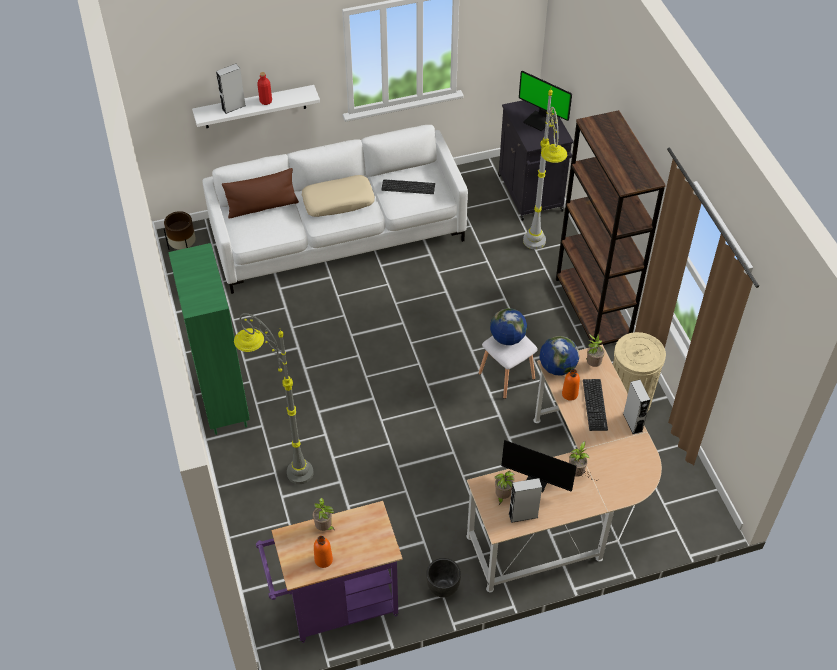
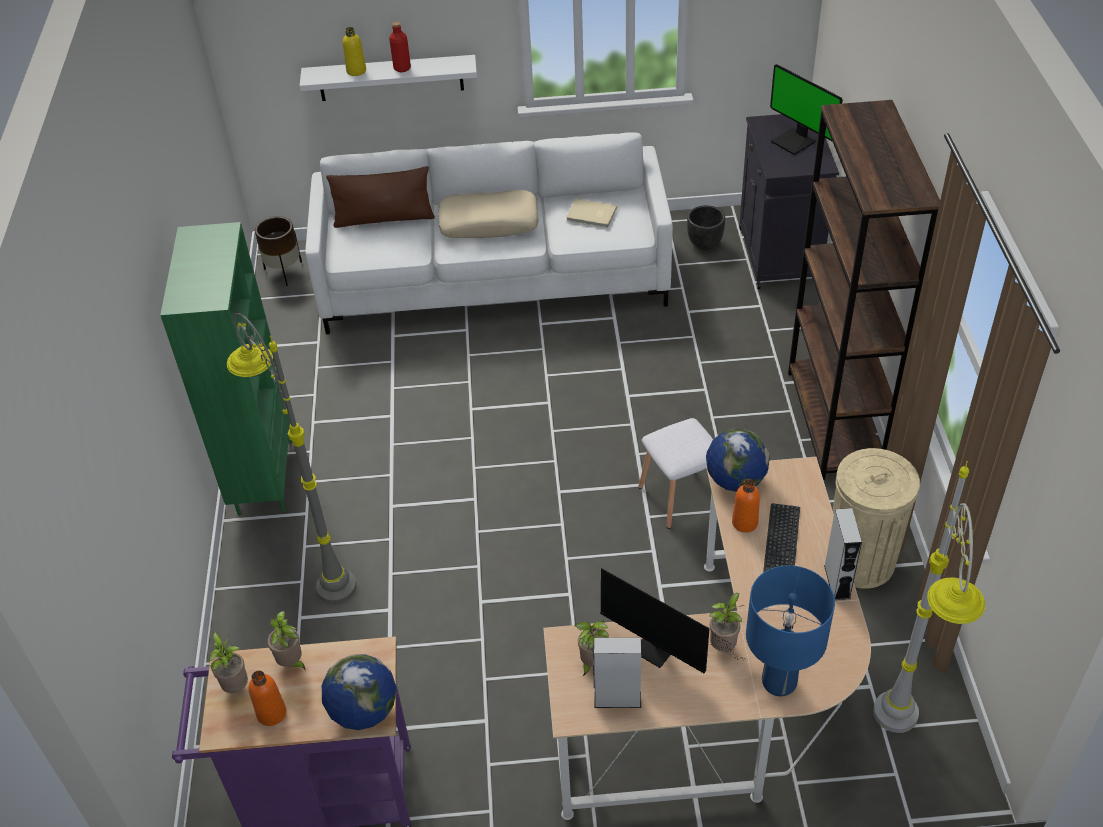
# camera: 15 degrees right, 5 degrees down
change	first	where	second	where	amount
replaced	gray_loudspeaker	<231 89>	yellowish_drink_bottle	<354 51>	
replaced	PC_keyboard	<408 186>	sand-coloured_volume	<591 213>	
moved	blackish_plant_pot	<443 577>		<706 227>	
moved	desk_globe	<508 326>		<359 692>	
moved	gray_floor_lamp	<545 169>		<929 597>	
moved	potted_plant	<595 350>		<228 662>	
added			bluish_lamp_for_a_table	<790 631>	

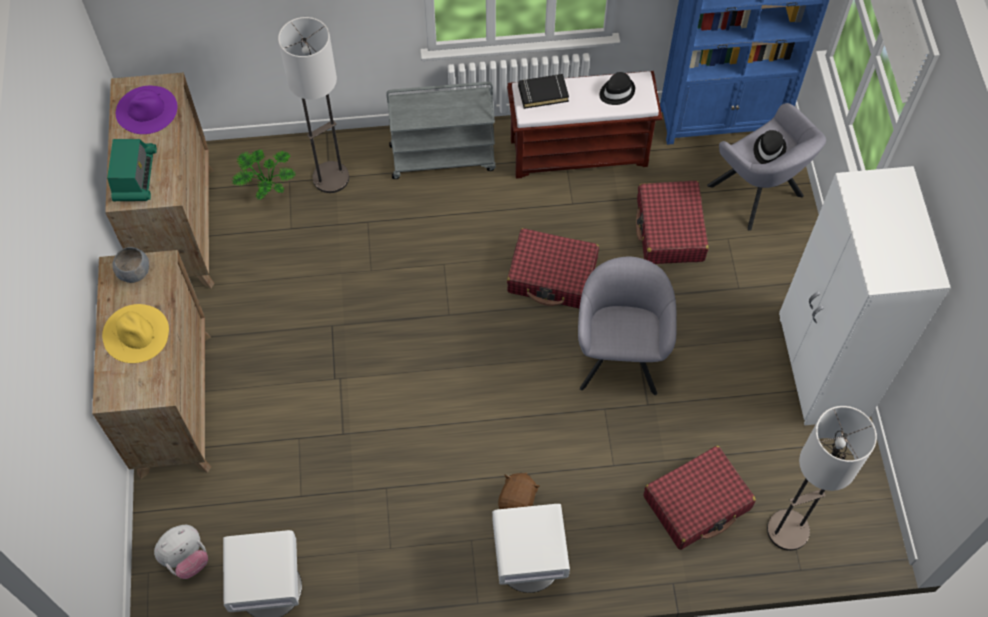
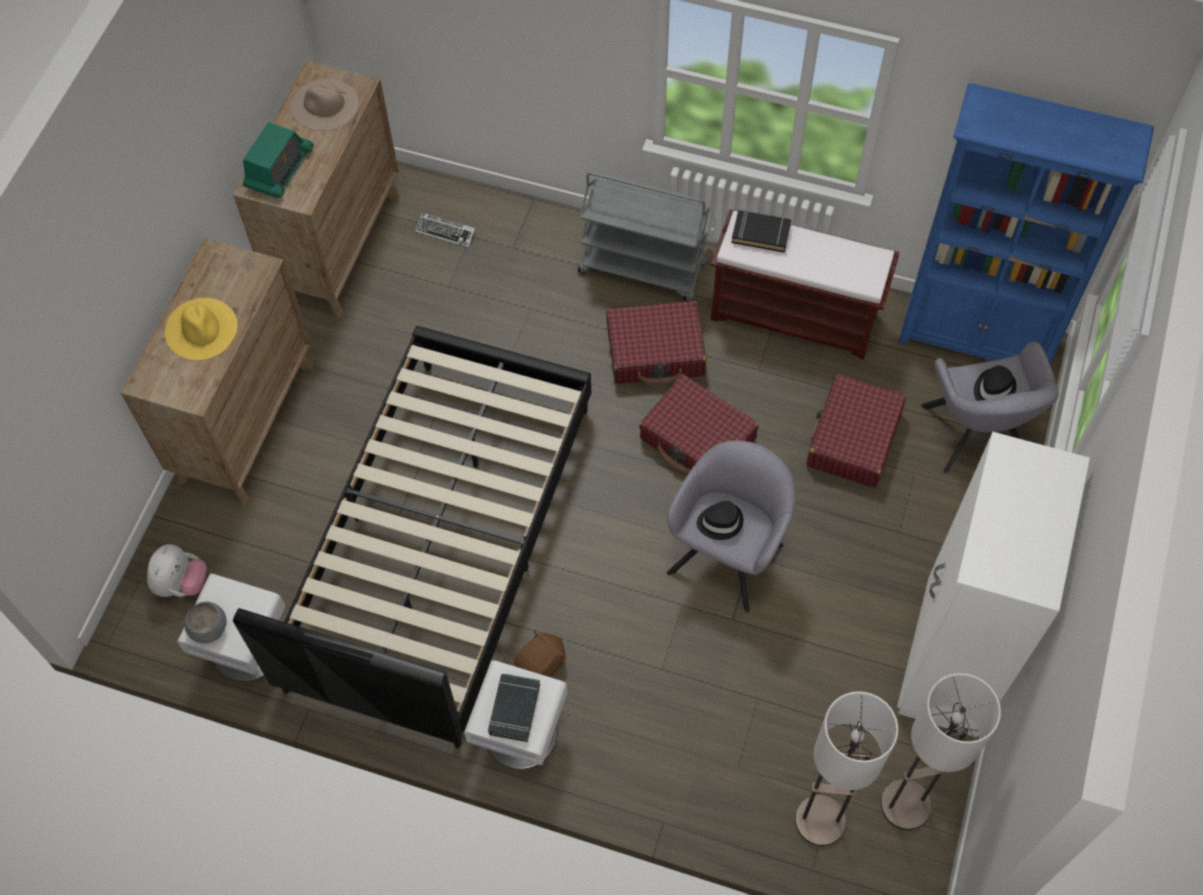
# camera: 25 degrees right, 0 degrees up
change	first	where	second	where	amount
moved	gray_deep_dish	<130 265>		<205 622>	
recoloured	purple-coloured_hat	<146 110>	sand-coloured_hat	<324 105>	
turned	cuddly_toy	<181 552>		<177 570>	60 degrees counterclockwise
replaced	potted_plant	<263 175>	PC_keyboard	<445 230>	
moved	floor_lamp	<313 105>		<941 751>	
moved	blackish_hat	<617 88>		<720 520>	
moved	red_suitcase	<700 498>		<656 343>	
added			blackish_bed	<412 537>	
added			blackish_volume	<514 708>	

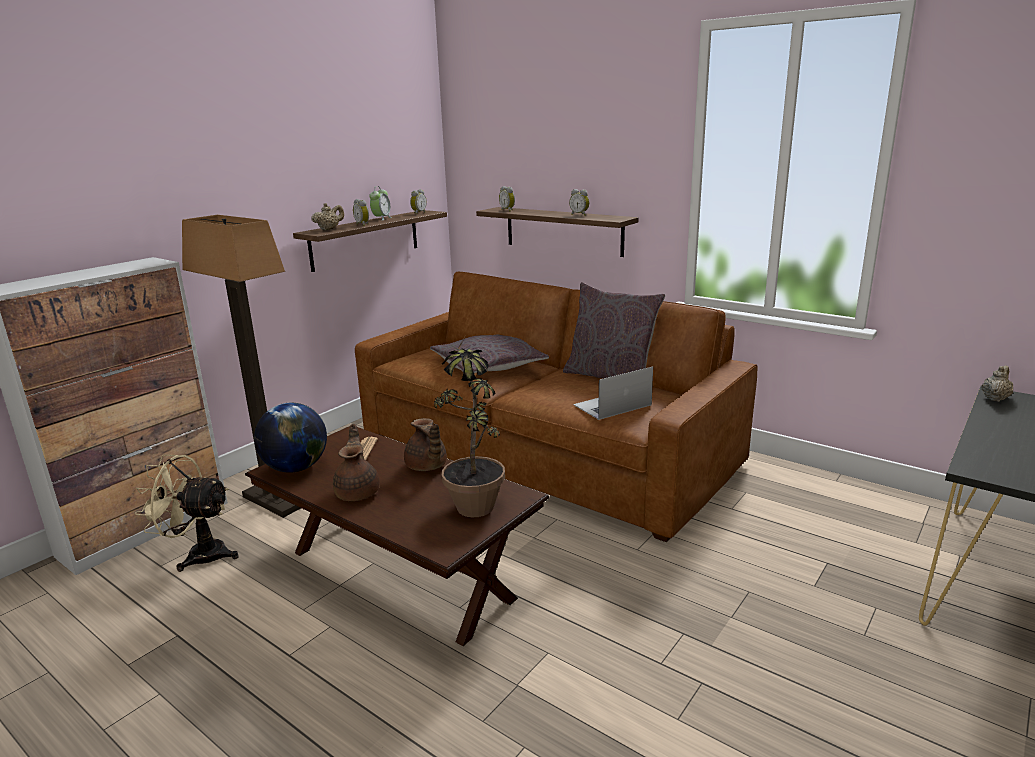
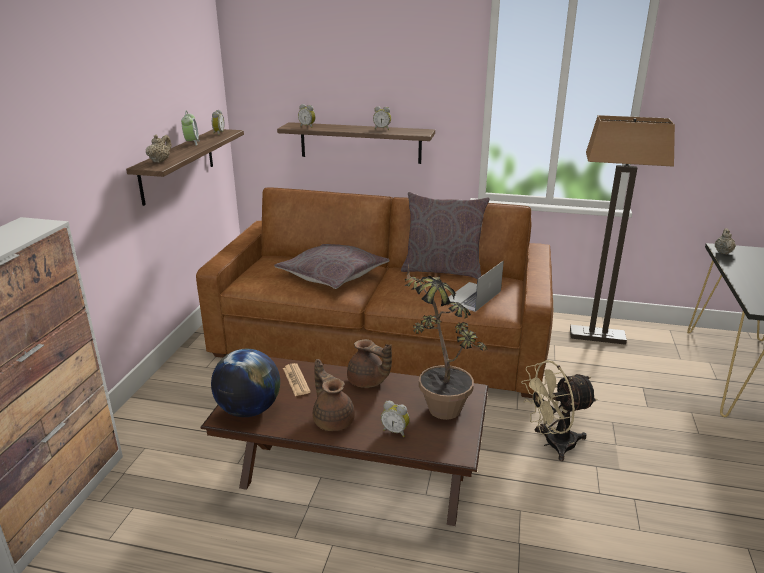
# camera: 25 degrees left, 5 degrees up
change	first	where	second	where	amount
moved	sand-coloured_fan	<187 513>		<559 410>	
moved	floor_lamp	<241 366>		<622 230>	
moved	alarm_clock	<361 212>		<395 419>	

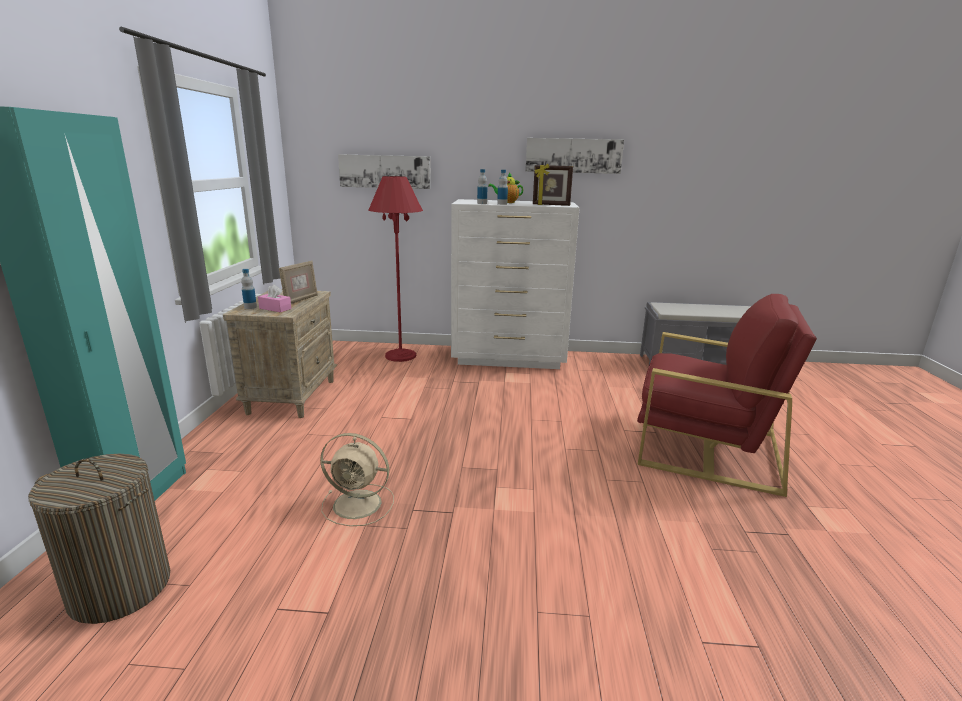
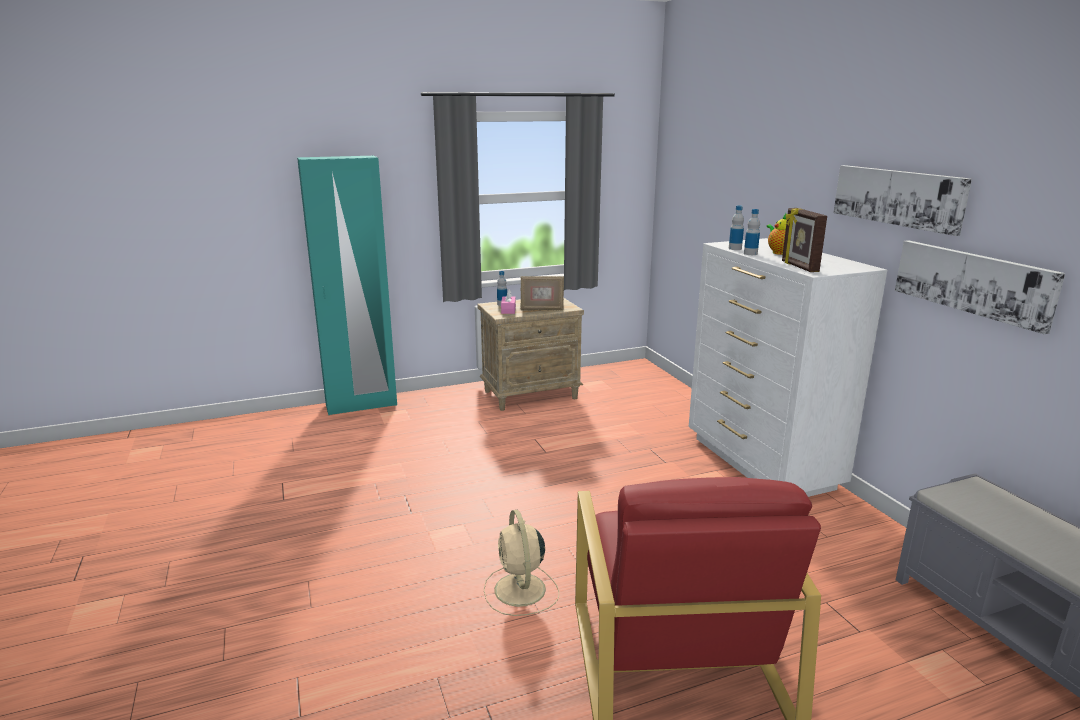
# camera: 65 degrees right, 0 degrees up
change	first	where	second	where	amount
removed	hamper	<99 539>			
moved	sand-coloured_fan	<357 479>		<521 563>	
moved	wall_picture	<384 171>		<980 287>	
removed	red_floor_lamp	<395 269>			

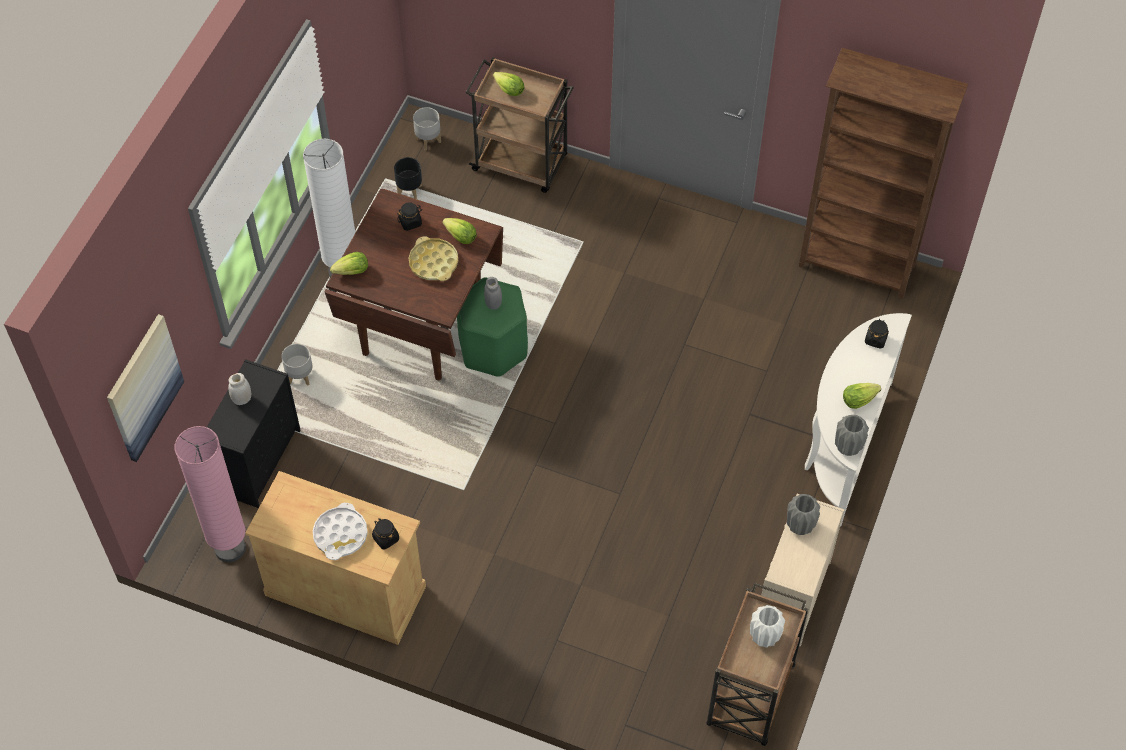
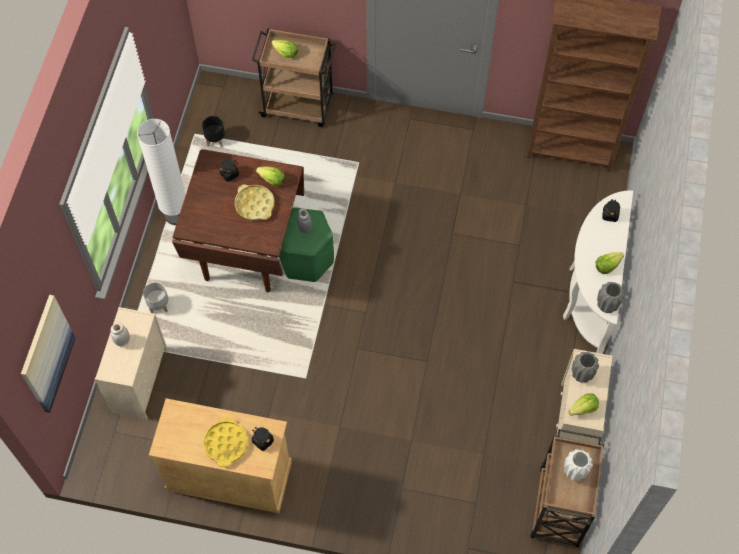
# camera: 10 degrees left, 5 degrees up
change	first	where	second	where	amount
removed	pink_floor_lamp	<210 494>			
recoloured	blackish_drawer_chest	<254 433>	sand-coloured_drawer_chest	<131 363>	
recoloured	whitish_carrying_tray	<340 531>	yellowish_carrying_tray	<225 442>	
moved	lettuce	<349 263>		<583 405>	
removed	gray_plant_pot	<427 129>			

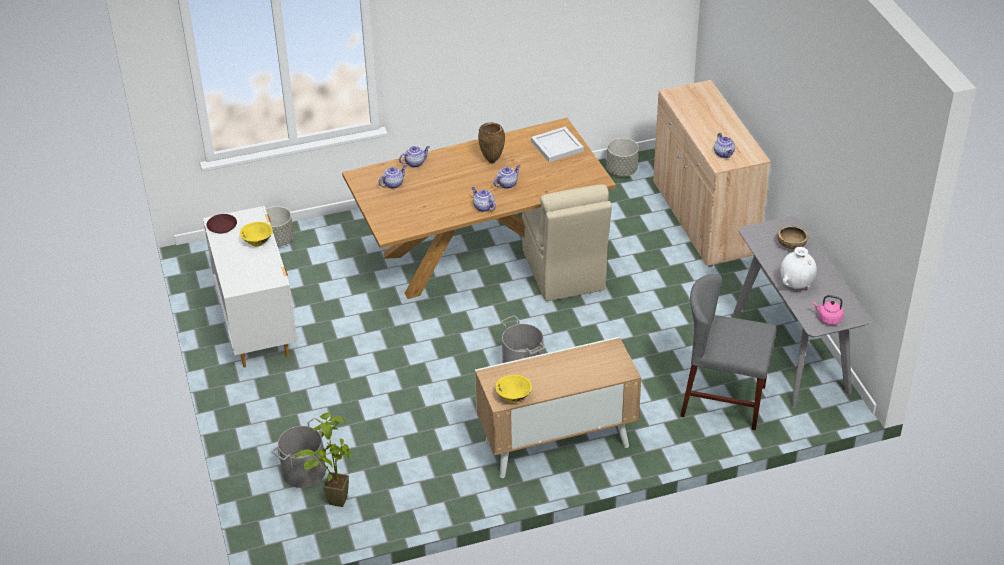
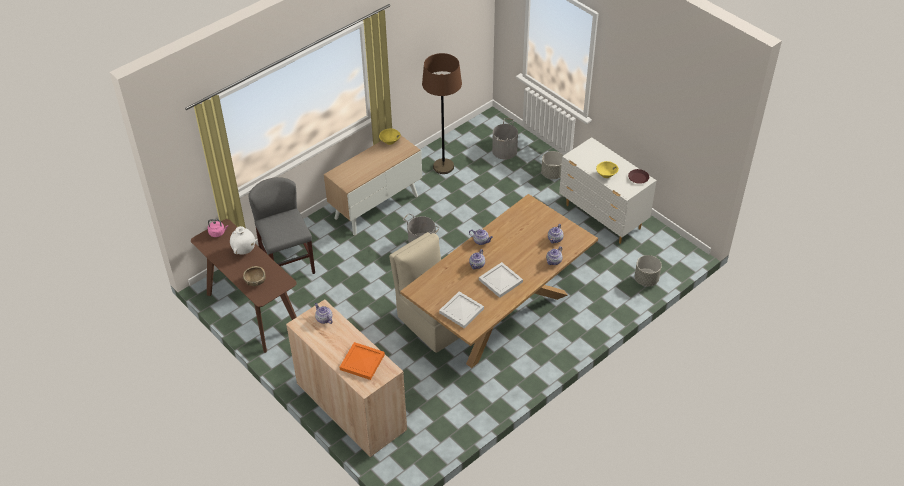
# camera: 155 degrees right, 5 degrees up
change	first	where	second	where	amount
removed	potted_plant	<323 459>			
replaced	brownish_flower_vase	<491 142>	whitish_carrying_tray	<501 280>	
moved	gray_plant_pot	<623 157>		<552 165>	
turned	gray_plain_chair	<728 352>		<281 225>	105 degrees counterclockwise
recoloured	gray_narrow_table	<801 312>	brownish_narrow_table	<244 286>	
added			orange-coloured_carrying_tray	<362 361>	
added			brownish_floor_lamp	<442 113>	

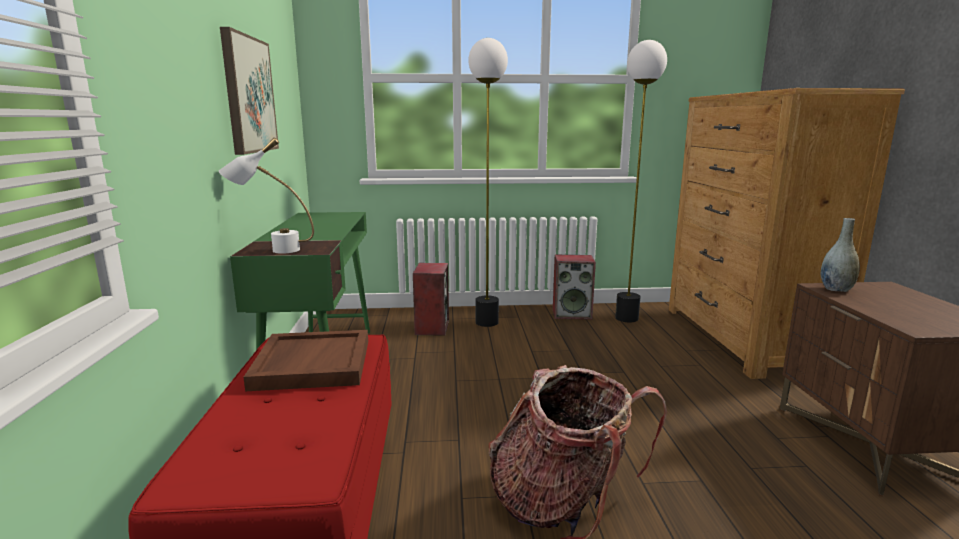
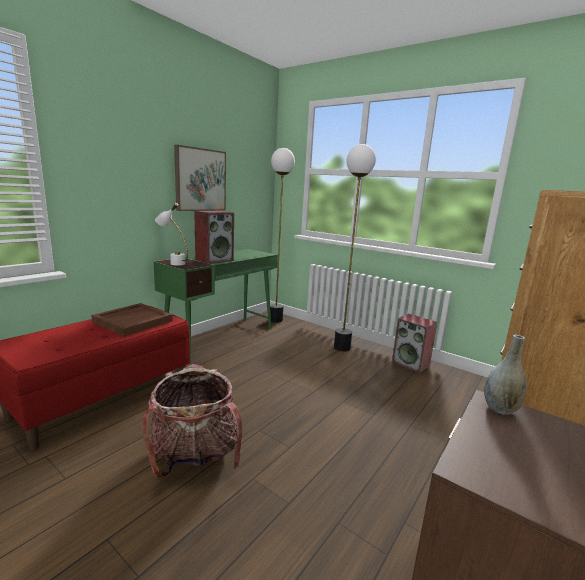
# camera: 40 degrees right, 0 degrees up
change	first	where	second	where	amount
moved	loudspeaker	<431 299>		<214 237>	
moved	floor_lamp	<641 181>		<282 235>	

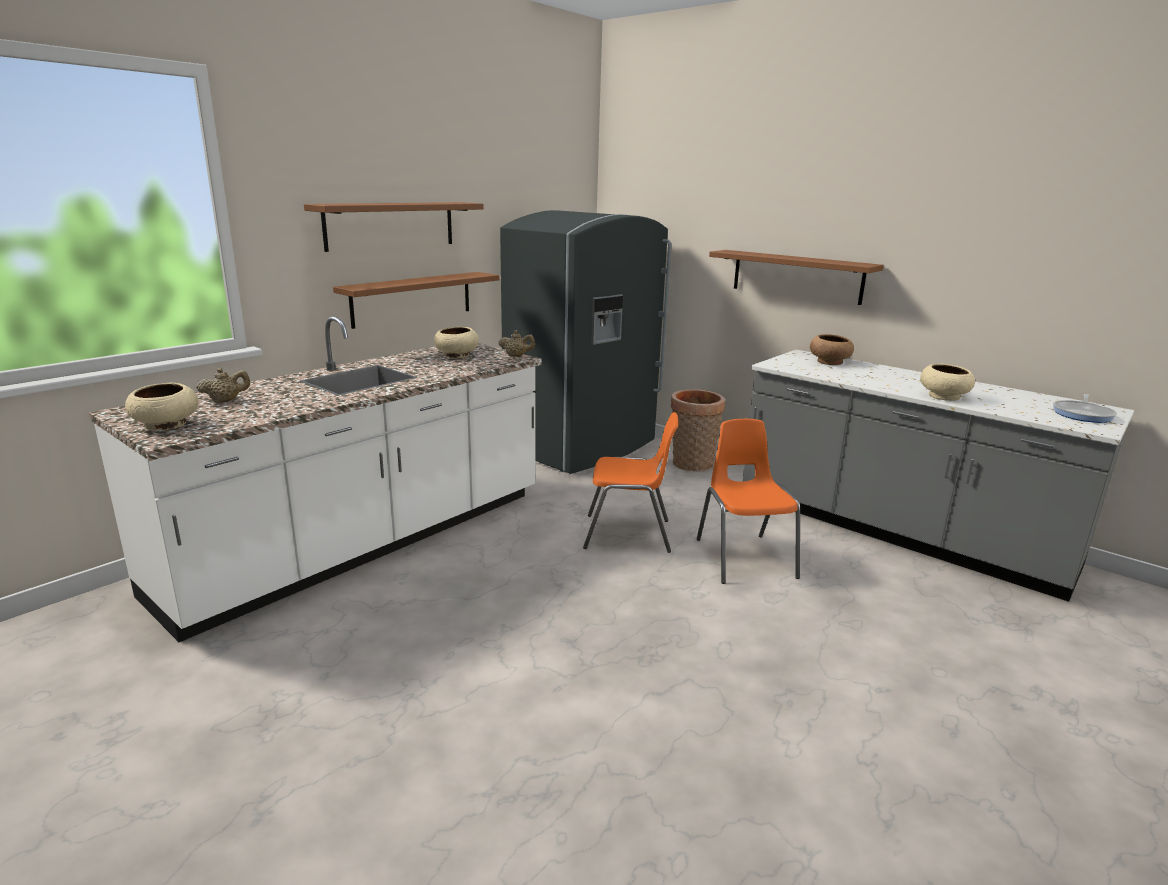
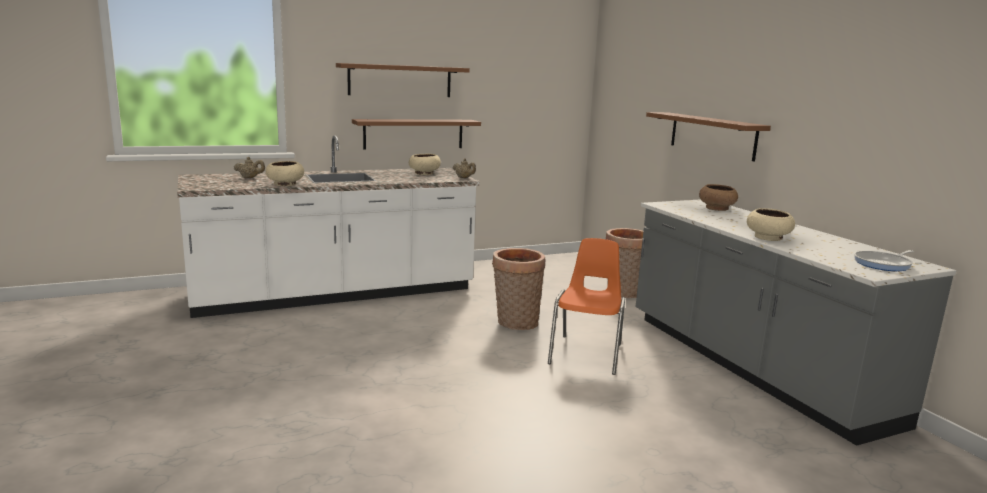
# camera: 25 degrees right, 5 degrees down
change	first	where	second	where	amount
moved	sand-coloured_deep_dish	<161 406>		<285 173>	
removed	gray_refrigerator	<586 342>			
replaced	orange-coloured_plain_chair	<630 482>	household_basket	<518 289>	

